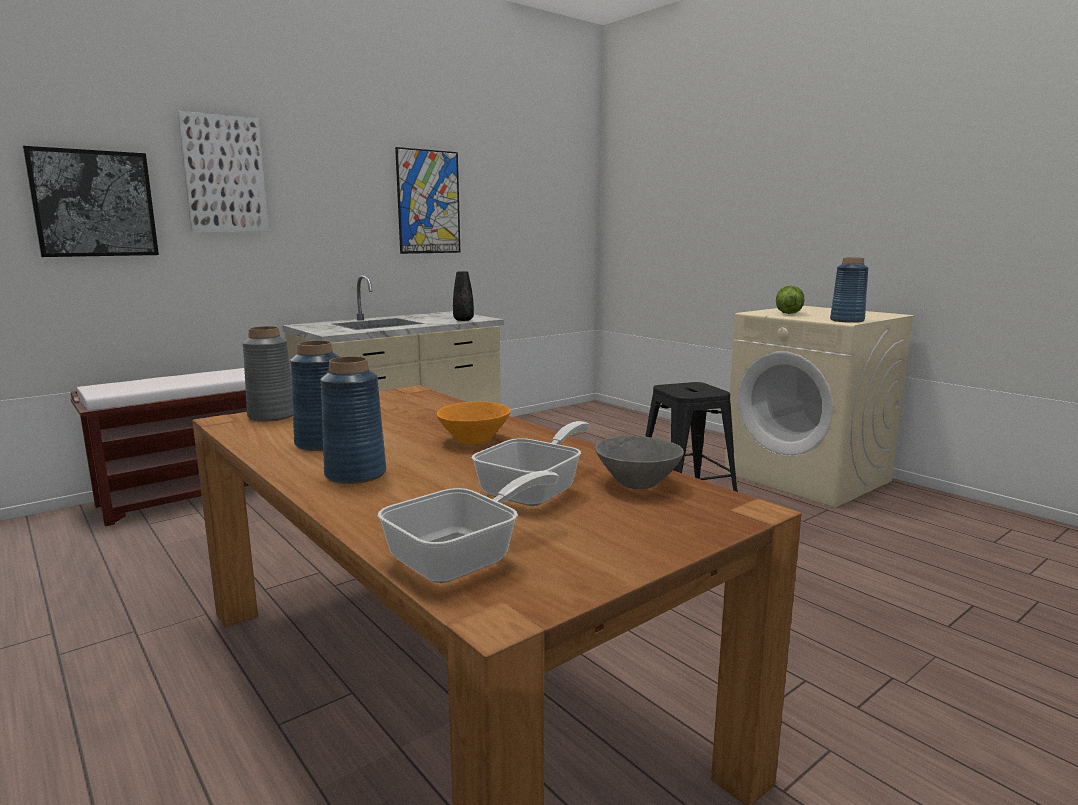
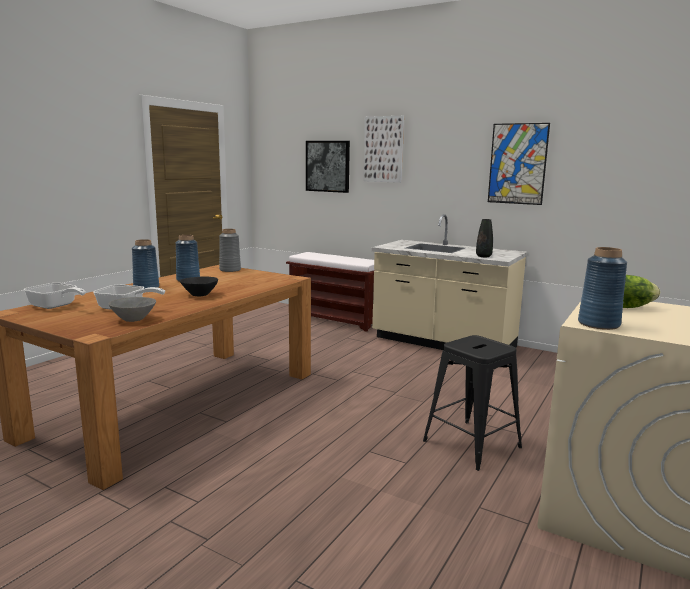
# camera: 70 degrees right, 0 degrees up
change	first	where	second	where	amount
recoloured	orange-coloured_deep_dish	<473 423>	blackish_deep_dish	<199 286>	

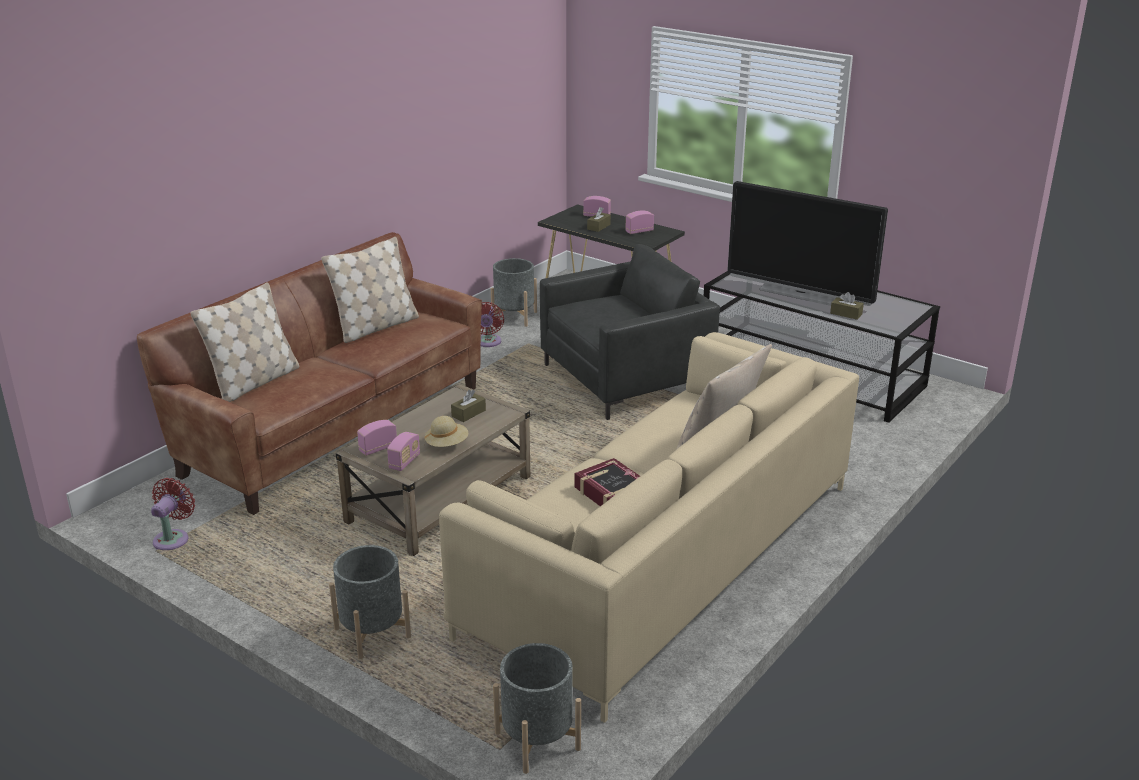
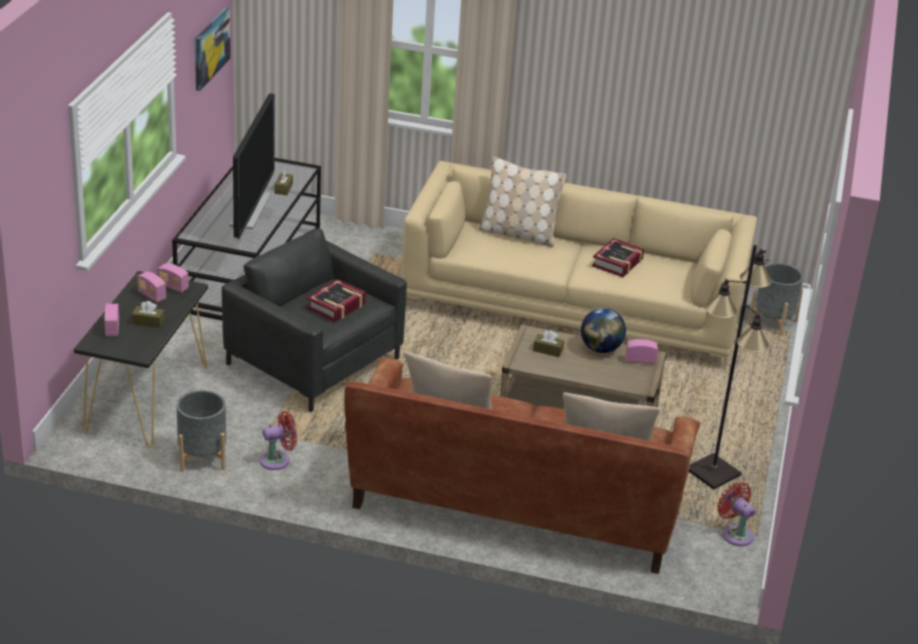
# camera: 115 degrees left, 5 degrees up
change	first	where	second	where	amount
turned	red_fan	<173 514>		<736 514>	60 degrees clockwise
removed	gray_plant_pot	<370 602>			
moved	radio_receiver	<377 438>		<173 278>	
replaced	sand-coloured_hat	<446 431>	desk_globe	<603 330>	
added			wall_picture	<213 49>	
added			volume	<336 300>	
added			blackish_floor_lamp	<730 367>	

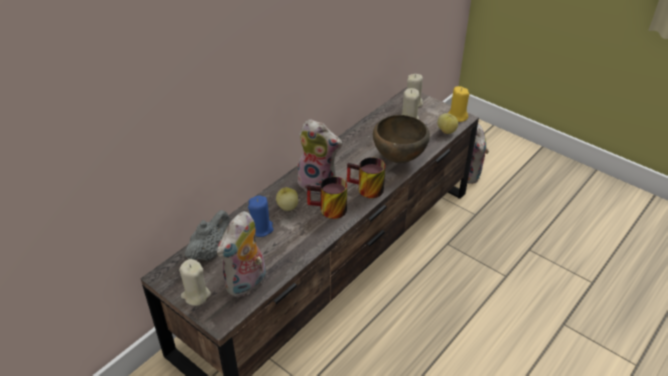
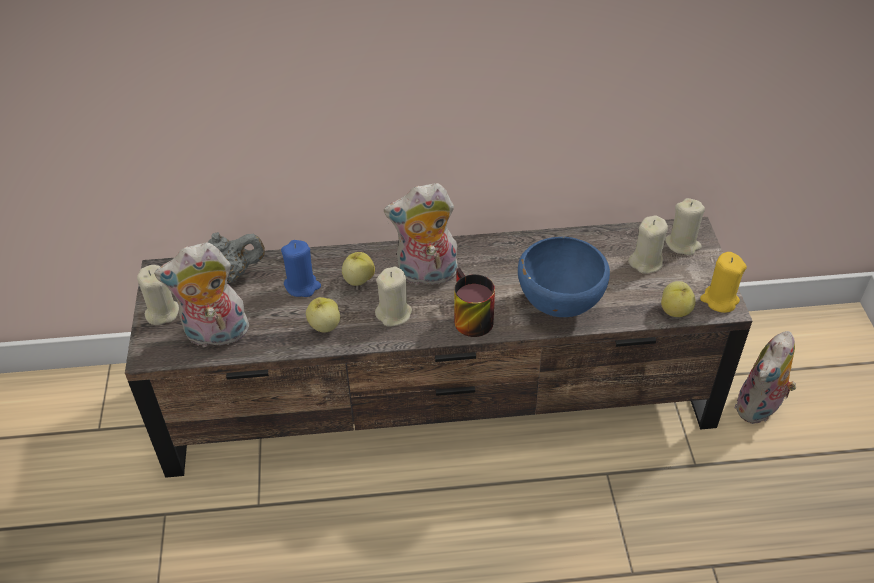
# camera: 45 degrees right, 5 degrees up
change	first	where	second	where	amount
turned	cuddly_toy	<319 157>		<421 234>	105 degrees clockwise
replaced	tea_mug	<327 198>	sand-coloured_wax_light	<393 296>	
recoloured	brownish_deep_dish	<401 139>	bluish_deep_dish	<564 277>	
added			whole_apple	<323 315>	

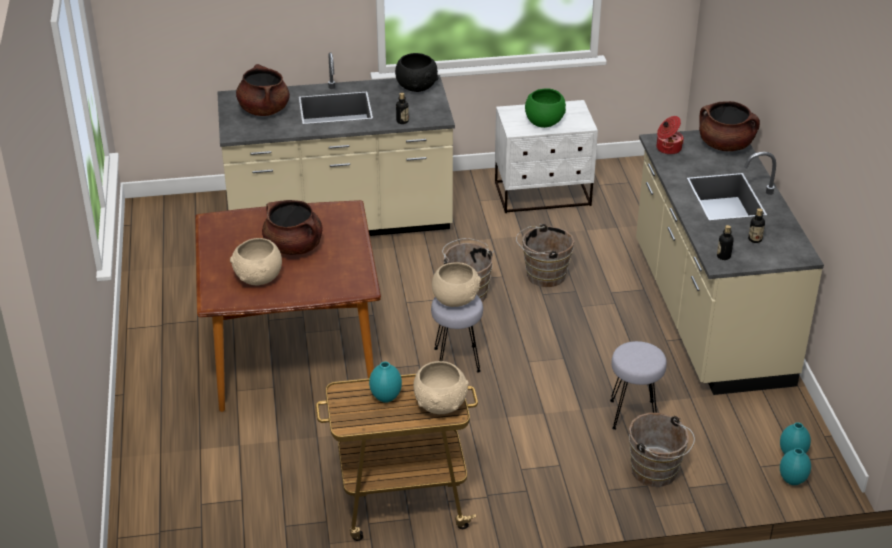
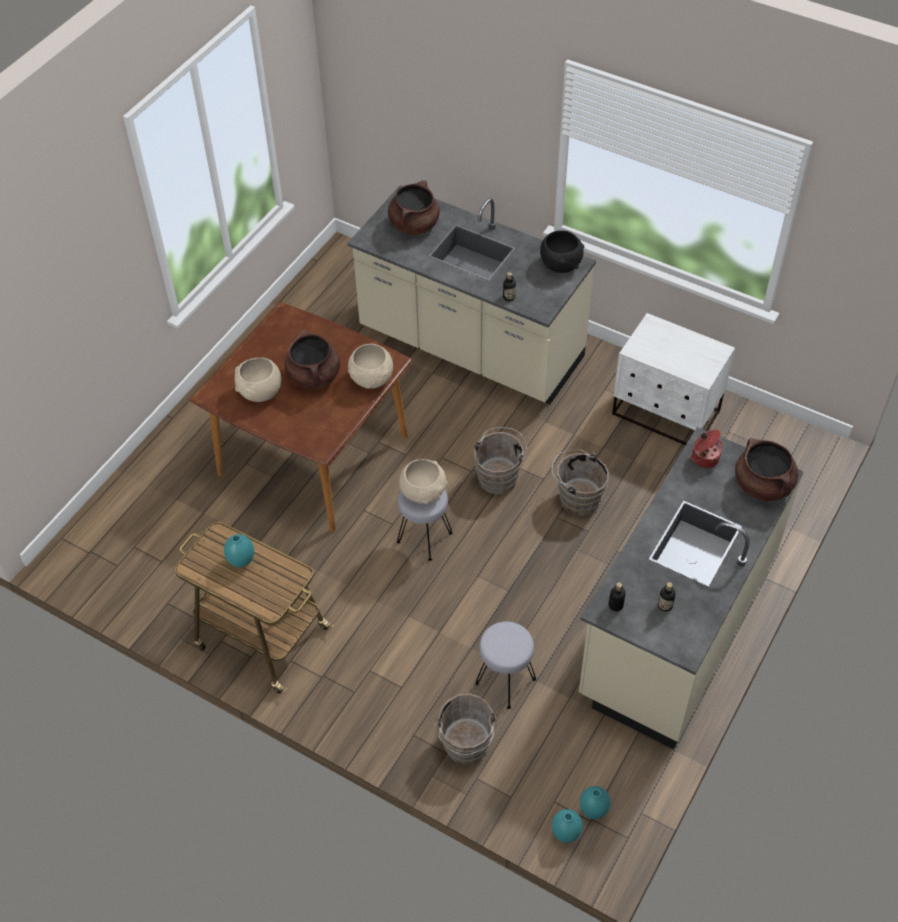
# camera: 40 degrees right, 15 degrees up
change	first	where	second	where	amount
moved	sand-coloured_deep_dish	<441 387>		<370 366>	
removed	greenish_deep_dish	<545 108>			

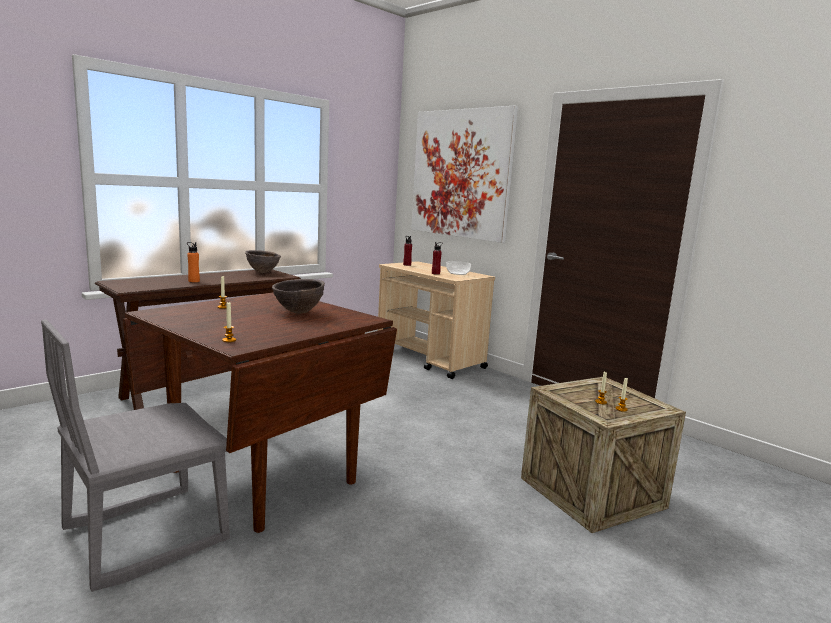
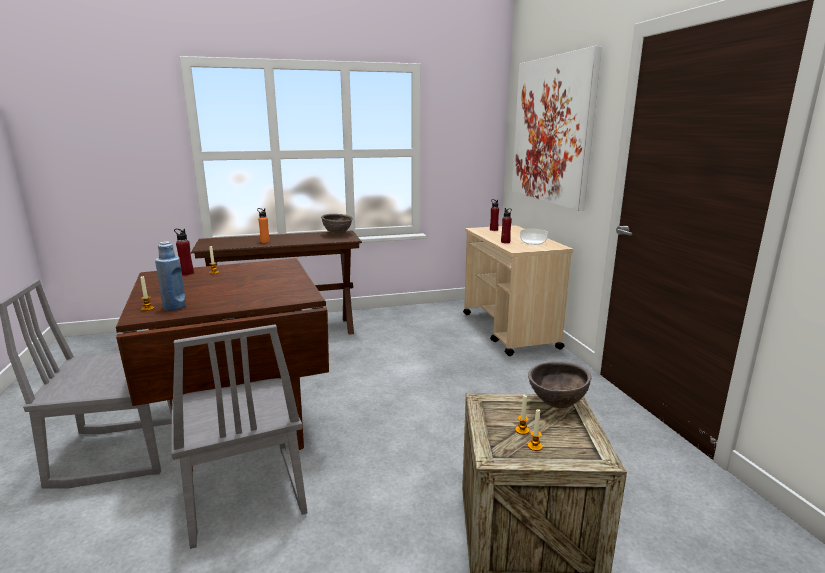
# camera: 30 degrees right, 5 degrees up
change	first	where	second	where	amount
moved	brownish_deep_dish	<298 296>		<560 384>	
added			bluish_drink_bottle	<170 276>	
added			gray_plain_chair	<239 437>	
added			red_drink_bottle	<184 252>	

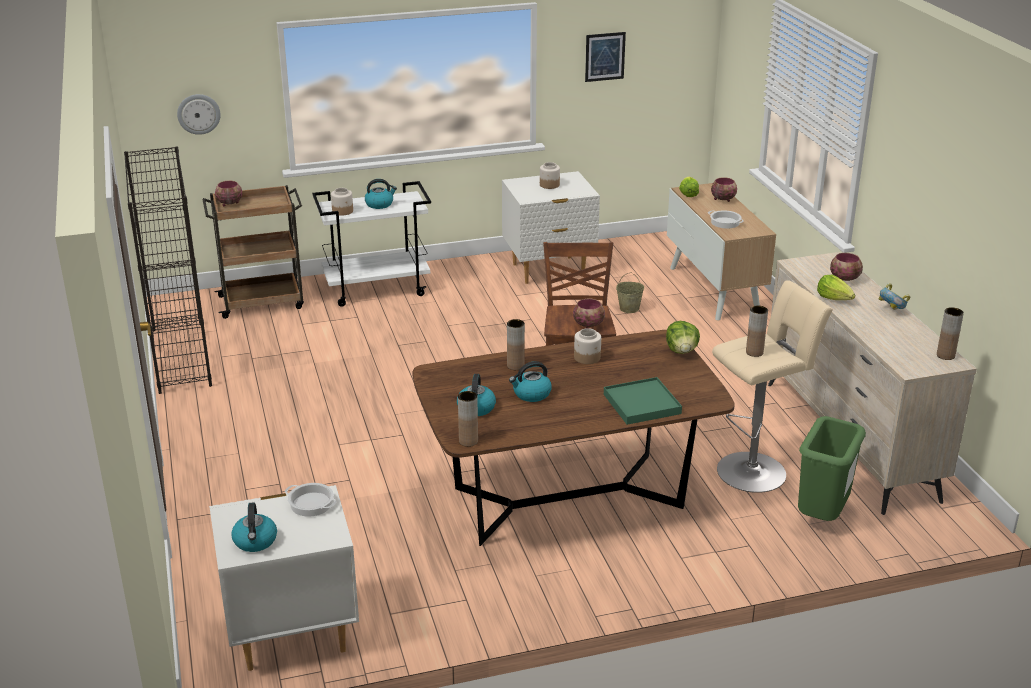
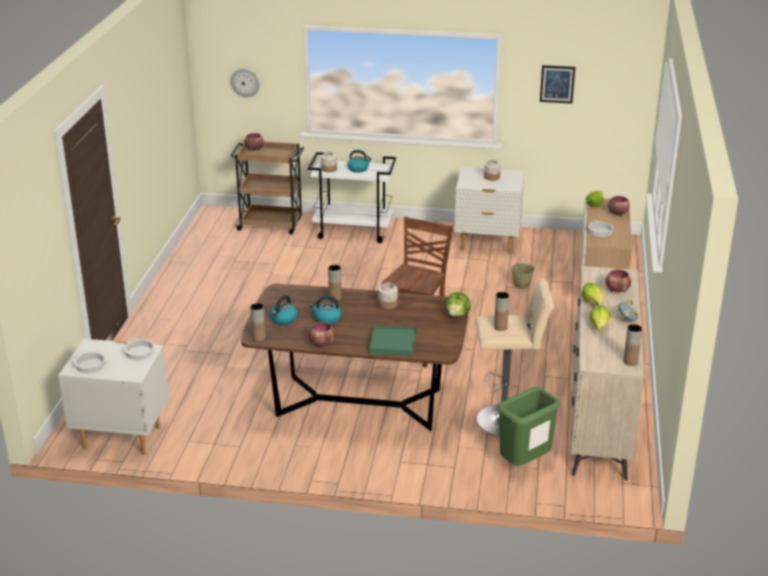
# camera: 25 degrees right, 0 degrees up
change	first	where	second	where	amount
removed	blackish_bookcase	<168 270>			
replaced	kettle	<254 527>	saucepot	<89 362>	
moved	deep_dish	<589 313>		<322 335>	
added			lettuce	<600 317>	

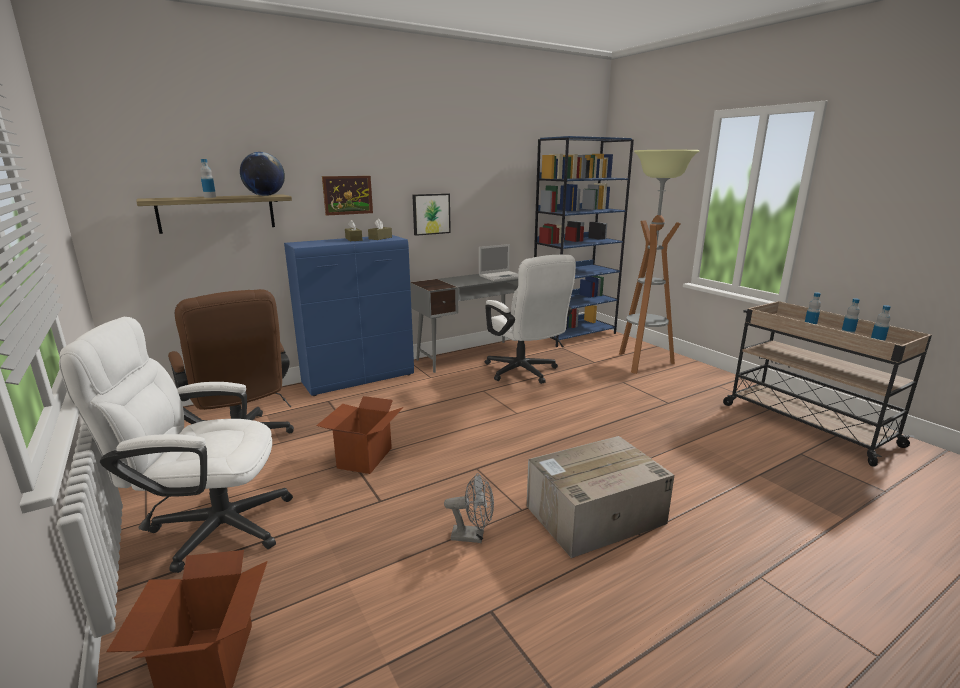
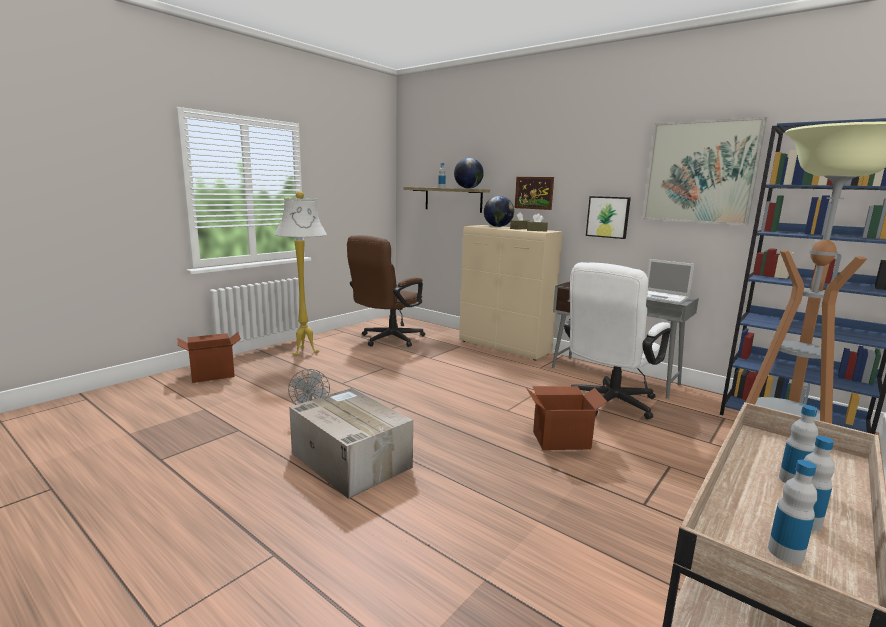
# camera: 70 degrees right, 5 degrees down
change	first	where	second	where	amount
replaced	whitish_computer_chair	<176 445>	whitish_floor_lamp	<300 273>	
recoloured	bluish_cabinet	<349 315>	sand-coloured_cabinet	<511 293>	
moved	carton	<359 435>		<567 418>	
added			desk_globe	<499 211>	
added			wall_picture	<705 171>	

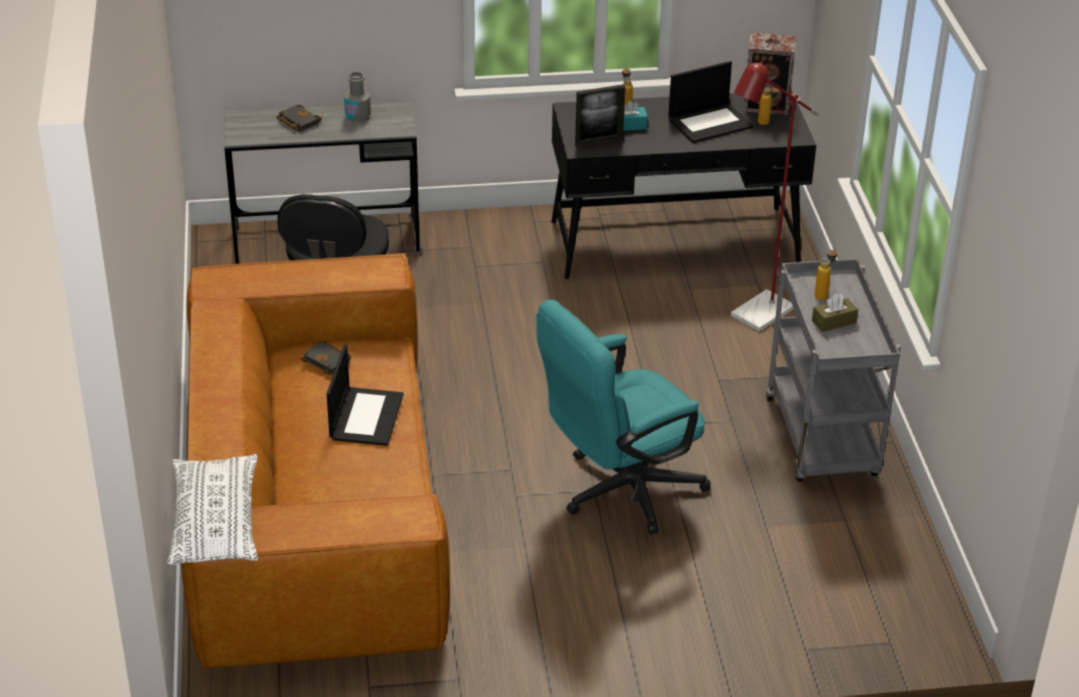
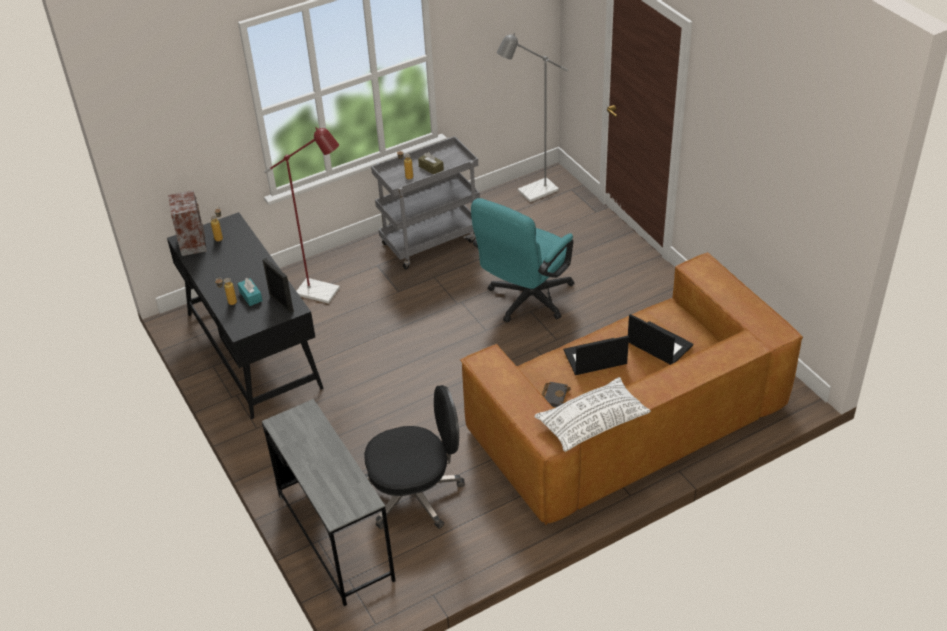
# camera: 110 degrees left, 5 degrees up
change	first	where	second	where	amount
moved	whitish_cushion	<212 510>		<592 414>	
removed	blackish_volume	<299 118>			
removed	gray_drink_bottle	<357 96>			
turned	turquoise-coloured_computer_chair	<623 417>		<523 260>	90 degrees clockwise
moved	notebook_computer	<710 102>		<660 339>	
added			gray_floor_lamp	<532 117>	

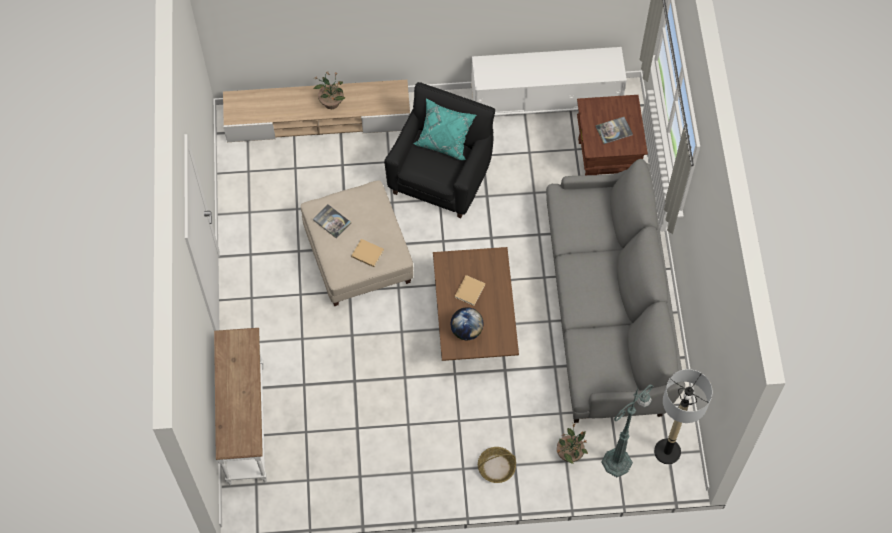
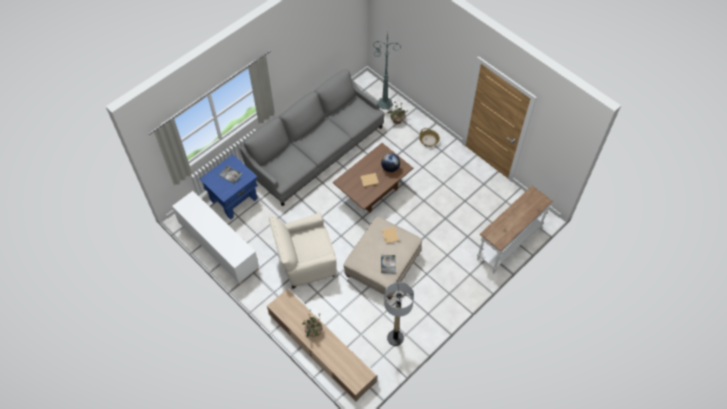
# camera: 130 degrees left, 5 degrees down
change	first	where	second	where	amount
recoloured	blackish_armchair	<439 150>	sand-coloured_armchair	<303 250>	
removed	turquoise-coloured_cushion	<445 129>			
recoloured	brownish_accent_table	<612 135>	bluish_accent_table	<228 187>	
moved	floor_lamp	<683 416>		<399 314>	

